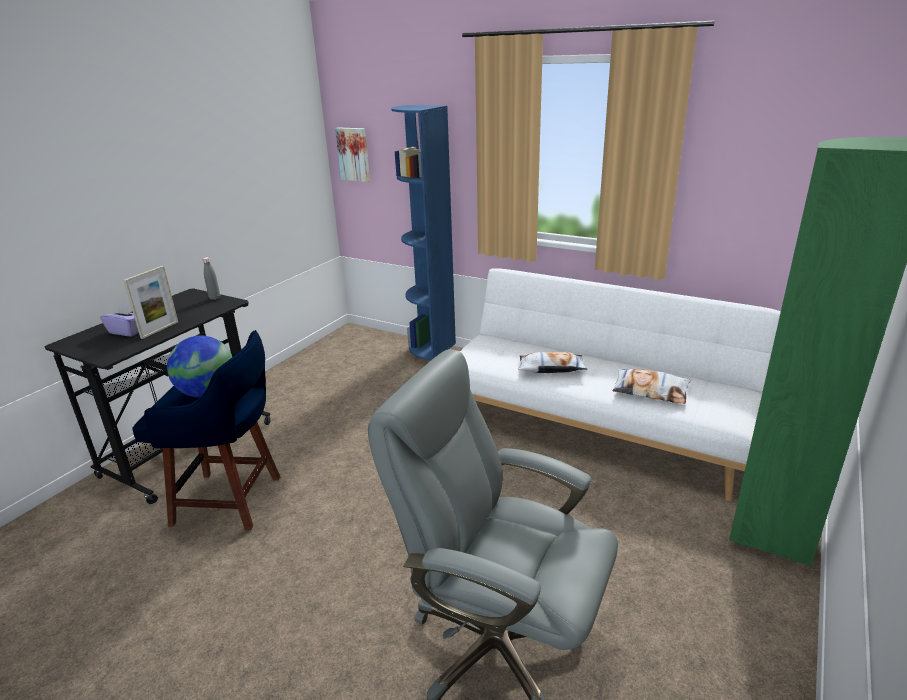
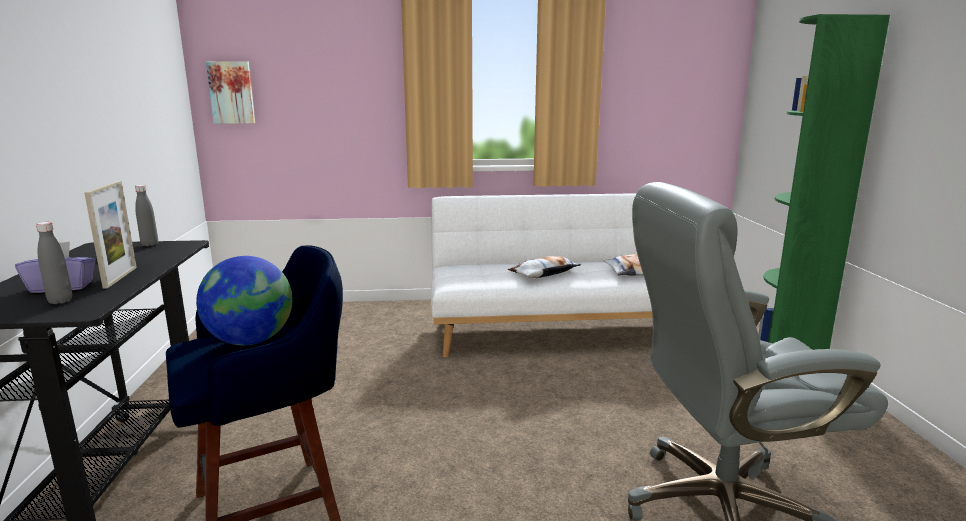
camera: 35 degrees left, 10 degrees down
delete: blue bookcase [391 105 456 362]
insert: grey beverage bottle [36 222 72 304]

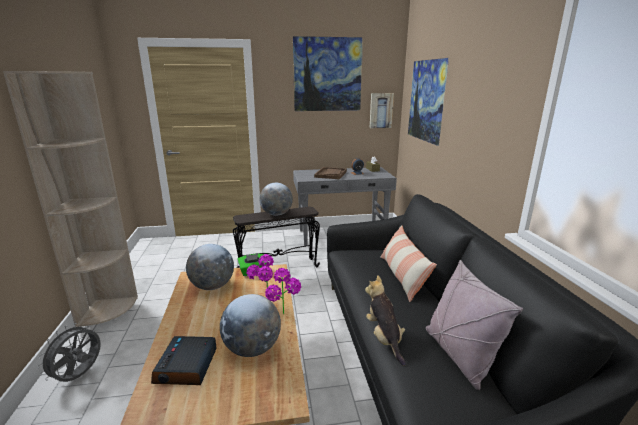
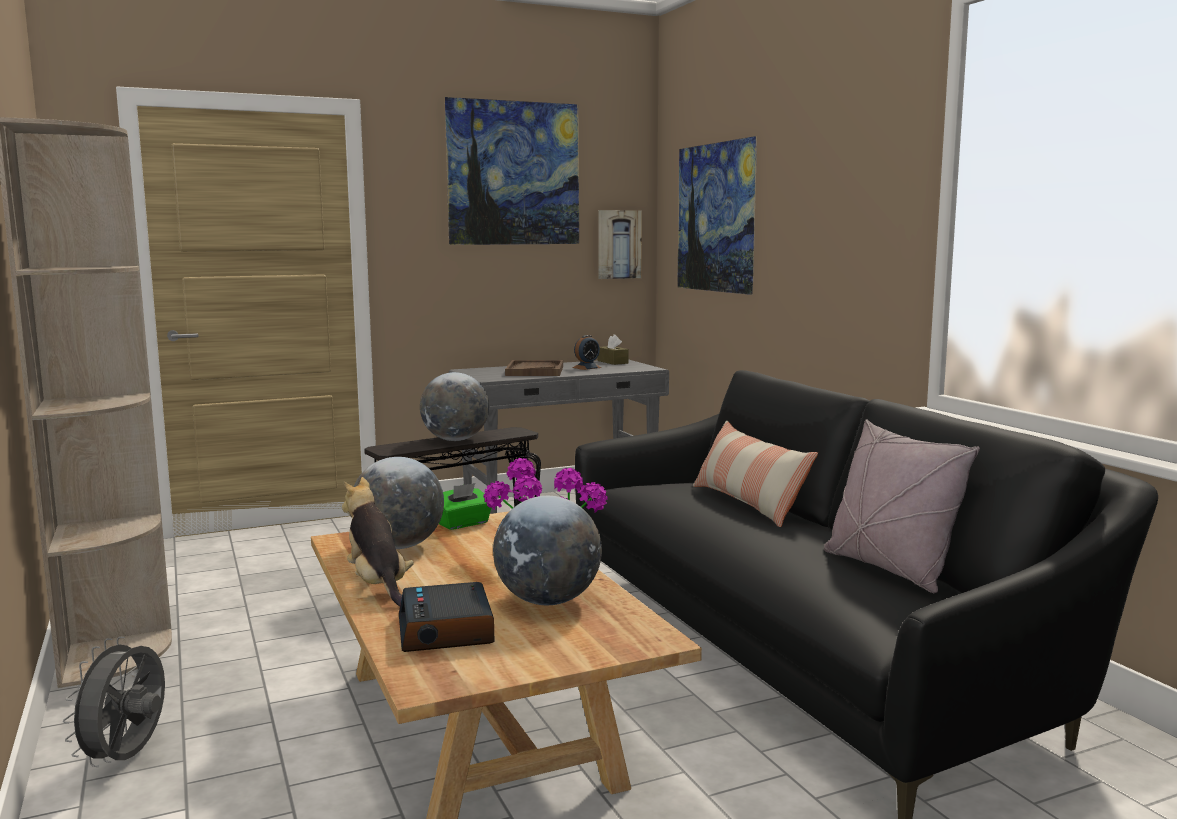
camera: 15 degrees left, 10 degrees down
move: soft toy [365 275 406 366] to [342 477 414 607]

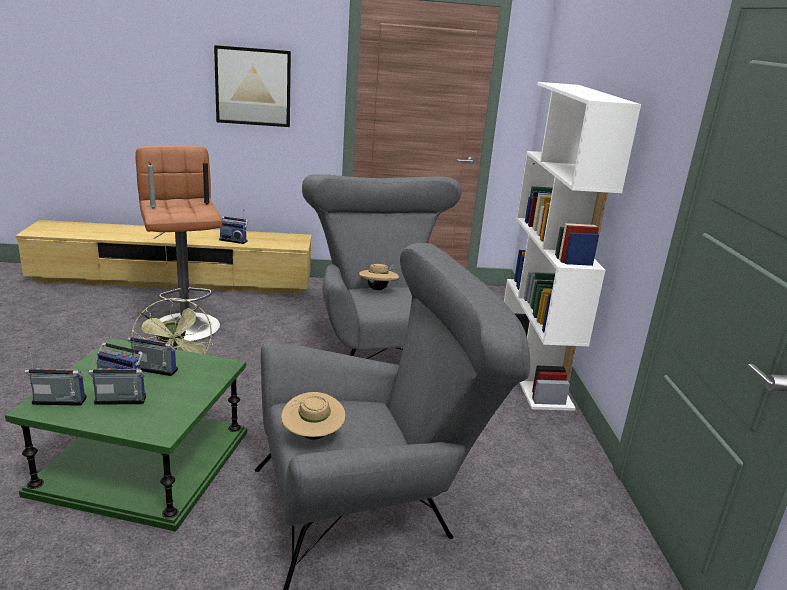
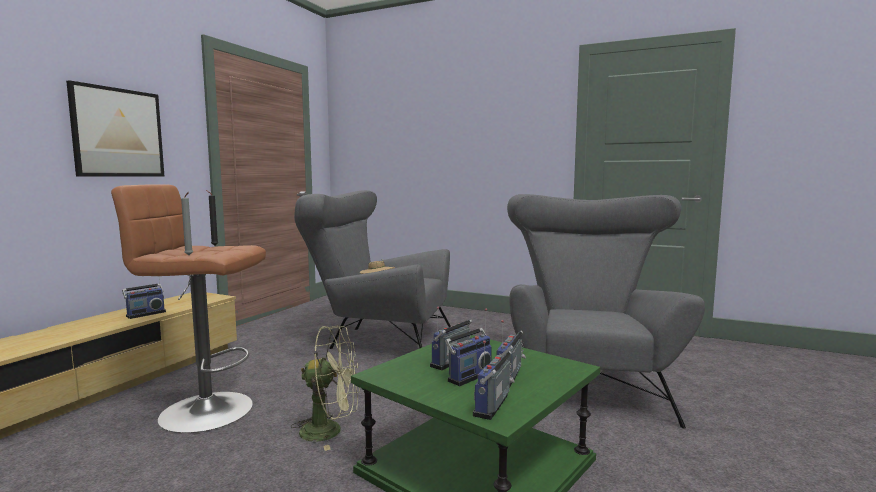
camera: 60 degrees left, 15 degrees down
delete: white-coloured bookcase [504 82 641 411]; sand-coloured wearable hat [281 392 346 440]

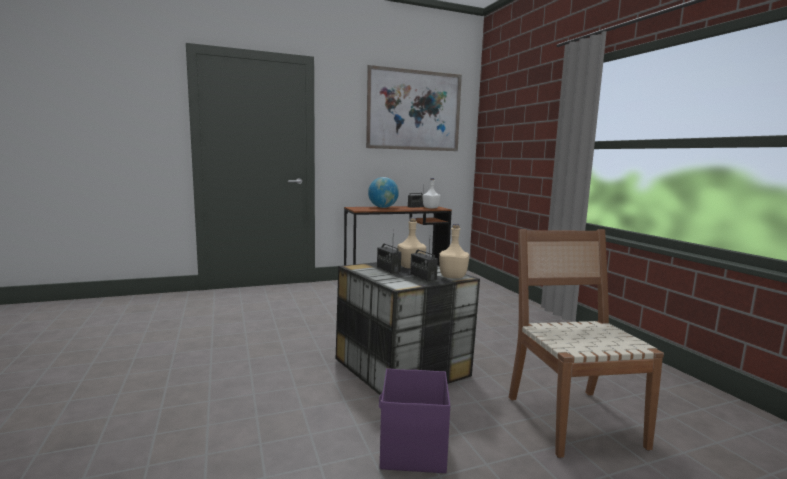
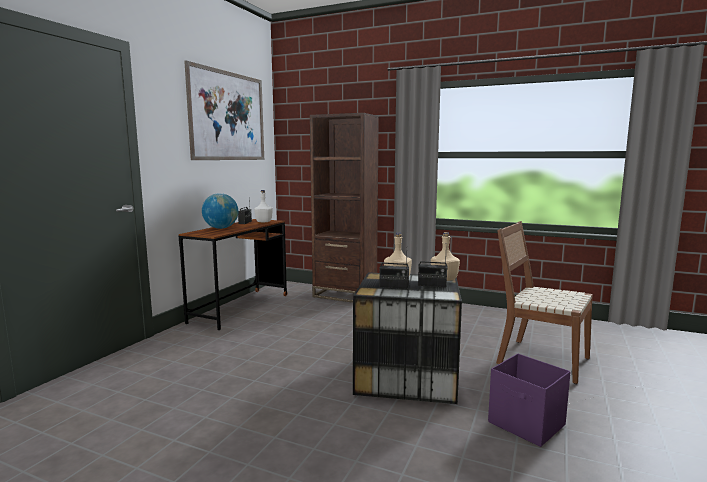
camera: 45 degrees left, 0 degrees up
insert: brownish bookcase [310 113 379 303]

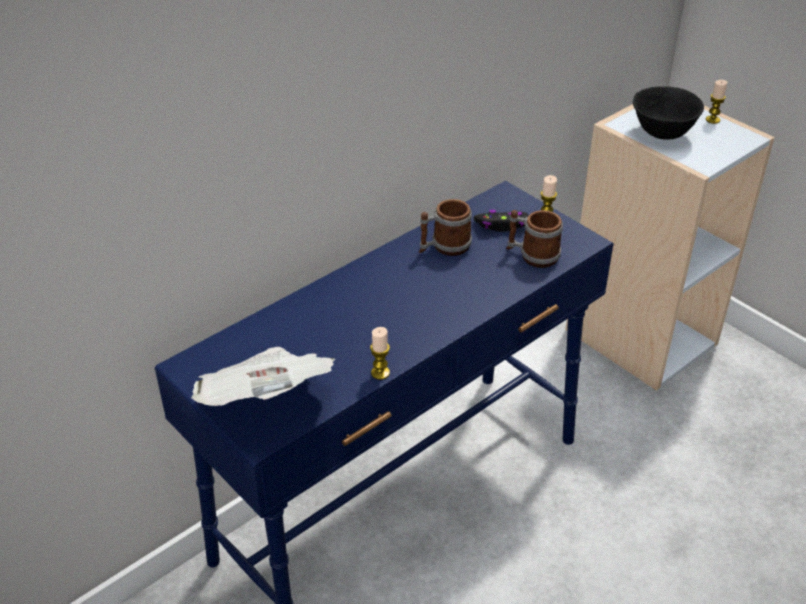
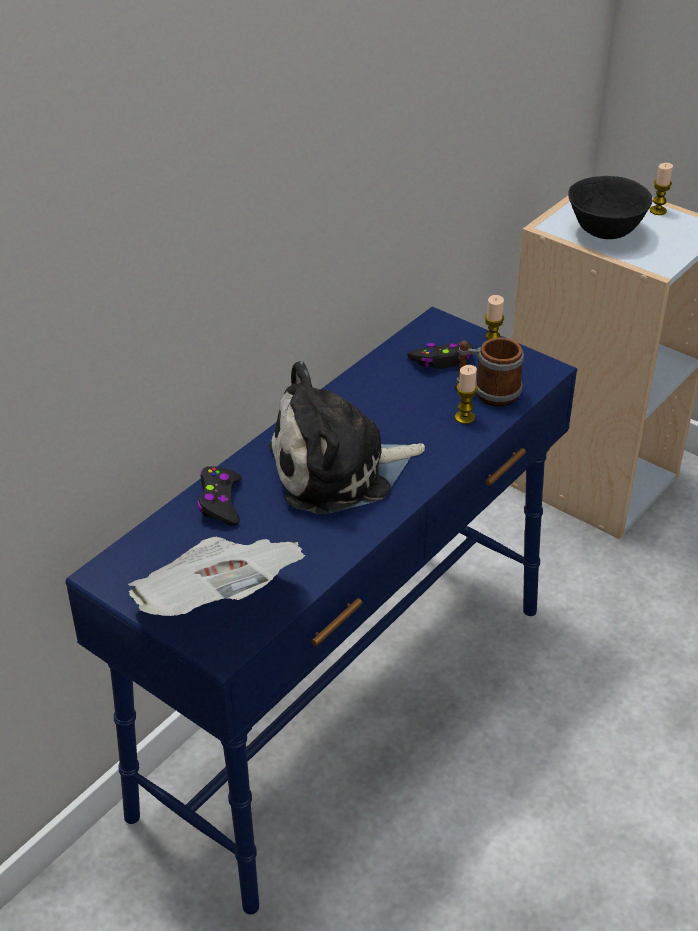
camera: 10 degrees left, 0 degrees up
delete: tea mug [419 199 472 256]
insert: soft toy [269 361 425 514]; black-coloured gamepad [197 466 242 526]
move: wax light [370 327 390 380] to [455 365 478 424]

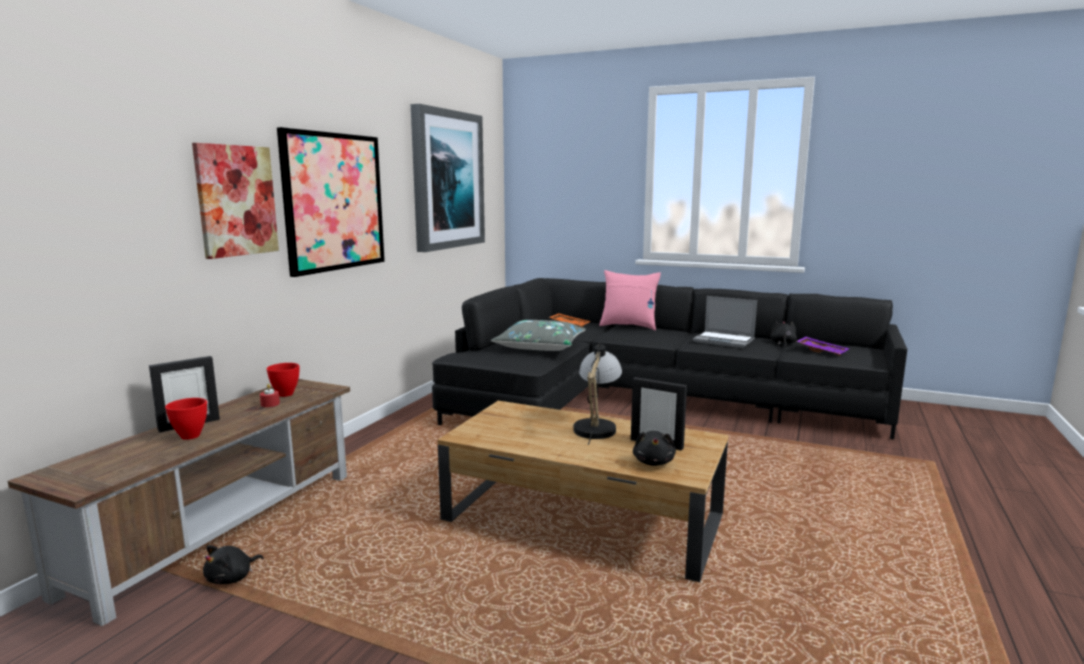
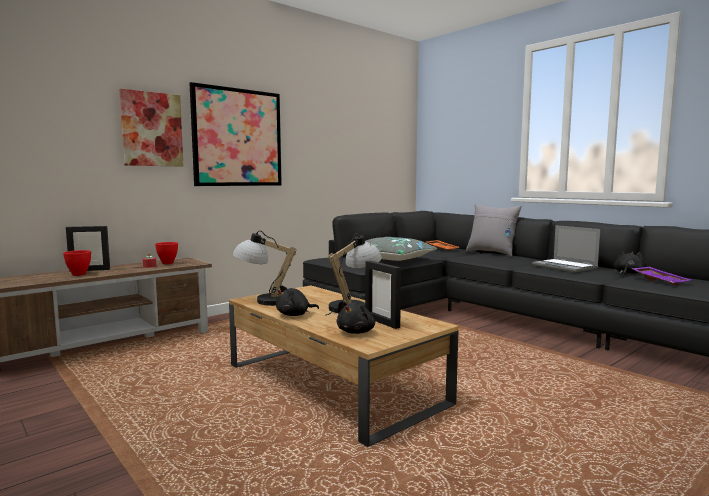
camera: 25 degrees right, 5 degrees down
delete: wall picture [411 104 485 252]
insert: tabletop lamp [233 230 297 306]
move: black-coloured soft toy [203 545 263 584] to [276 285 319 316]
recolor: pink pillow [599 270 661 331] to grey pillow [466 204 521 257]

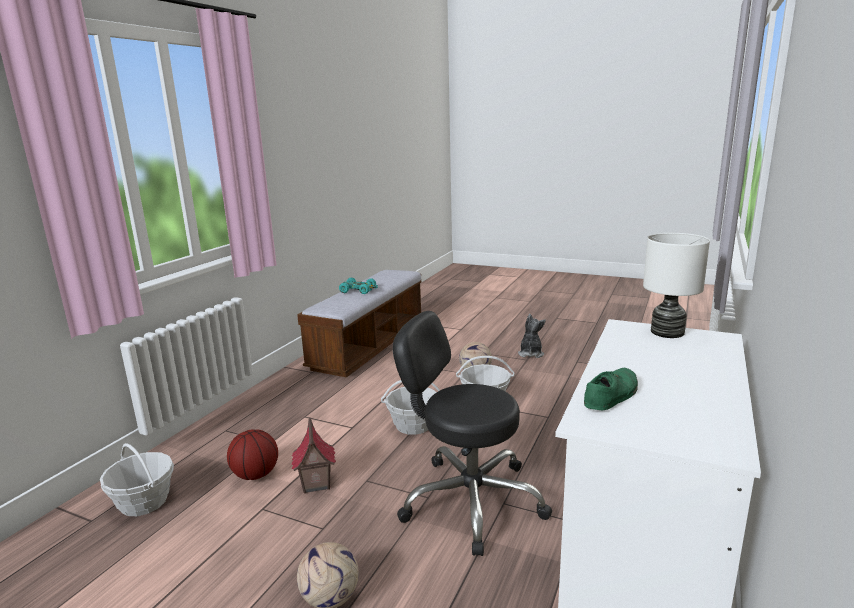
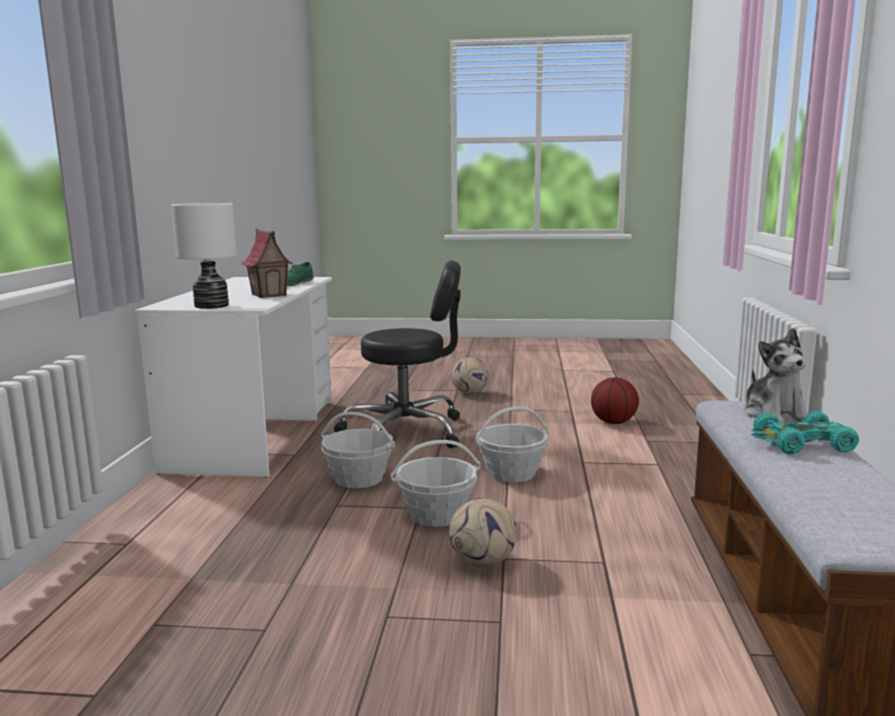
camera: 160 degrees right, 5 degrees down
move: soft toy [518 314 546 358] to [743 328 807 424]; toy house [291 417 336 494] to [241 229 293 298]; household basket [100 443 174 516] to [321 412 395 488]

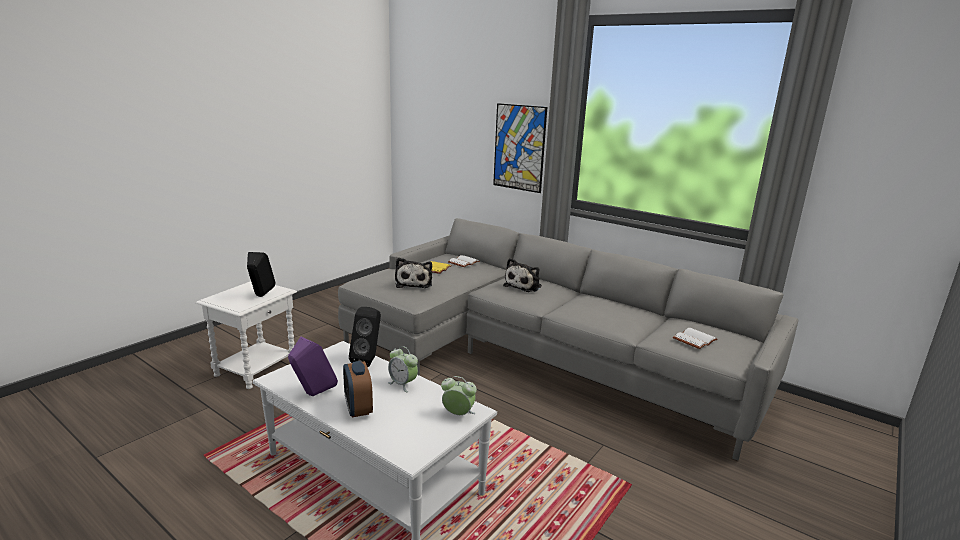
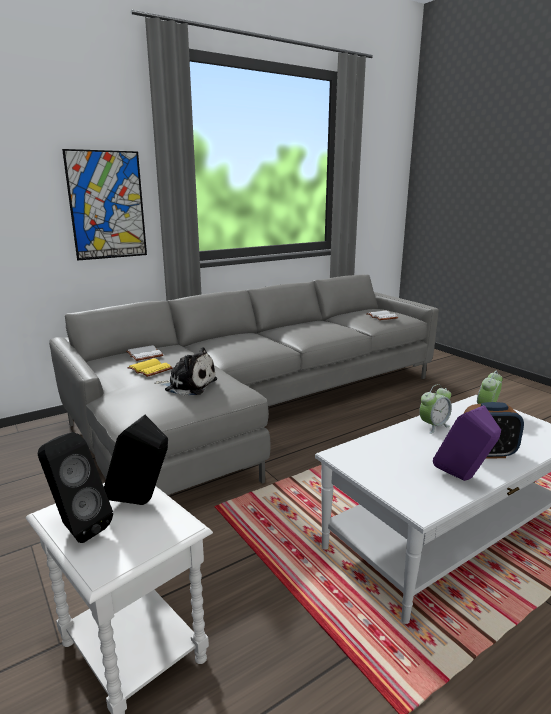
camera: 70 degrees left, 0 degrees up
delete: soft toy [503 258 542 292]
move: black-coloured loudspeaker [349 307 381 367] to [38 432 113 543]

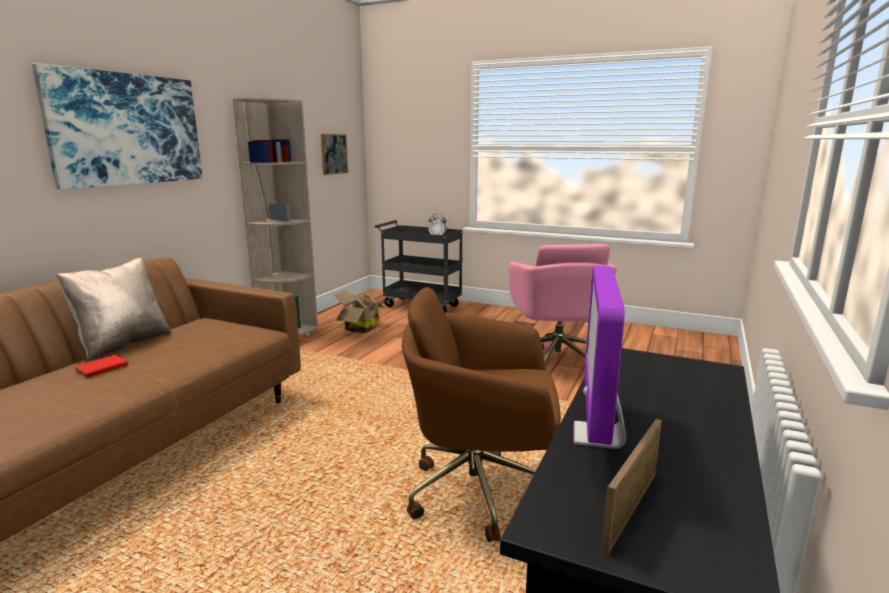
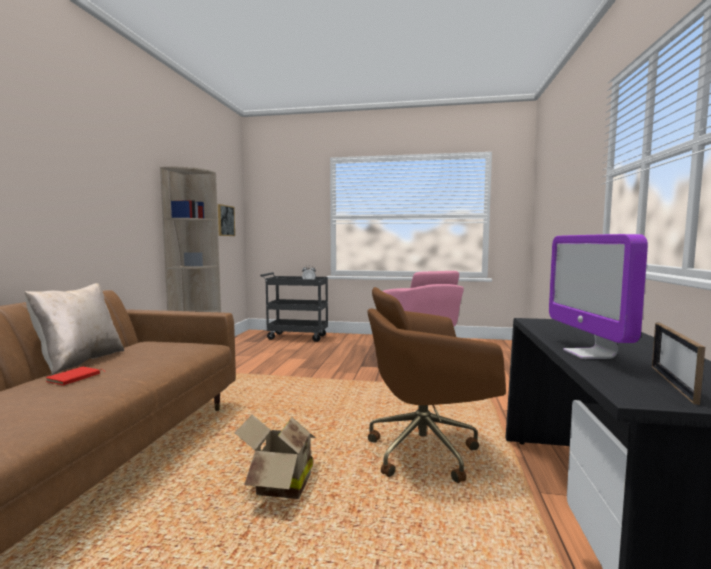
camera: 15 degrees left, 10 degrees down
delete: wall picture [32 63 202 190]
move: packing box [334 290 385 333] to [235 415 316 499]

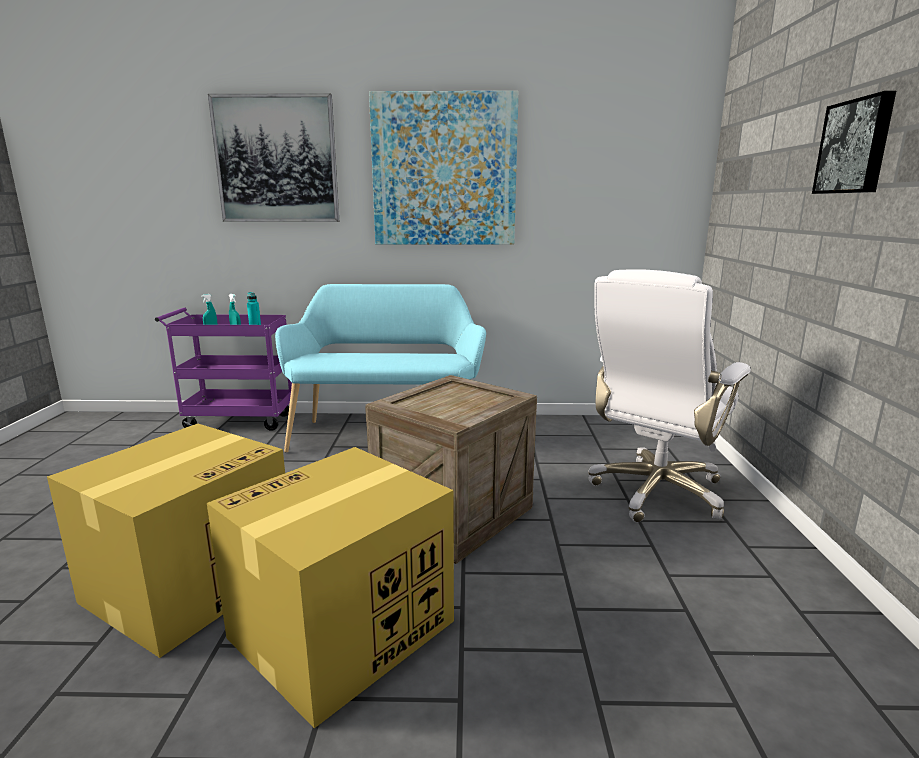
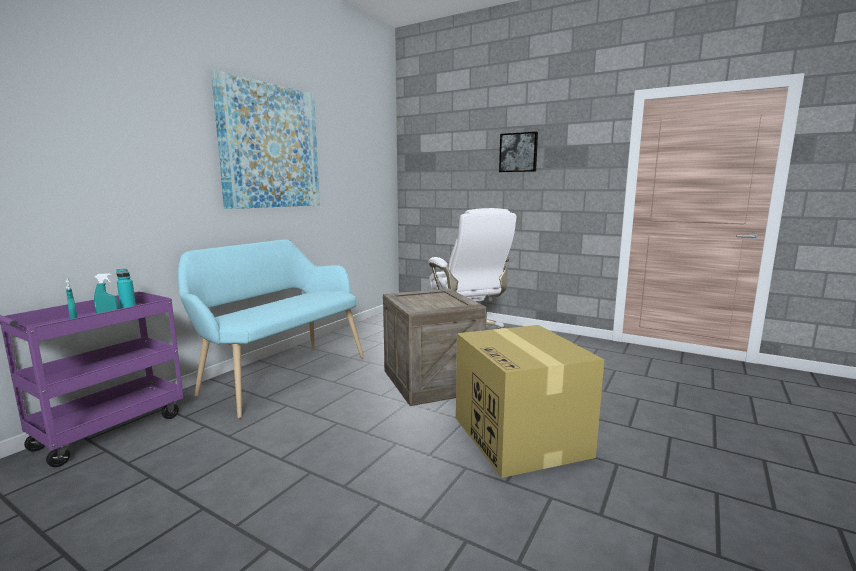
camera: 60 degrees left, 5 degrees down
delete: wall picture [208 93 339 222]; packing box [47 424 285 658]

